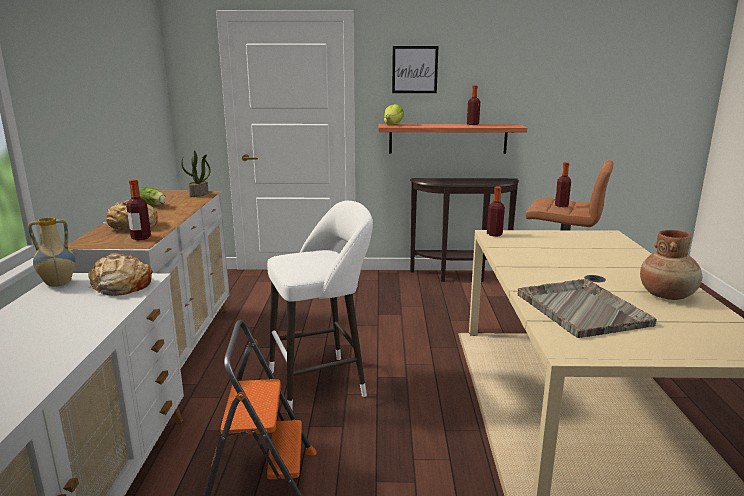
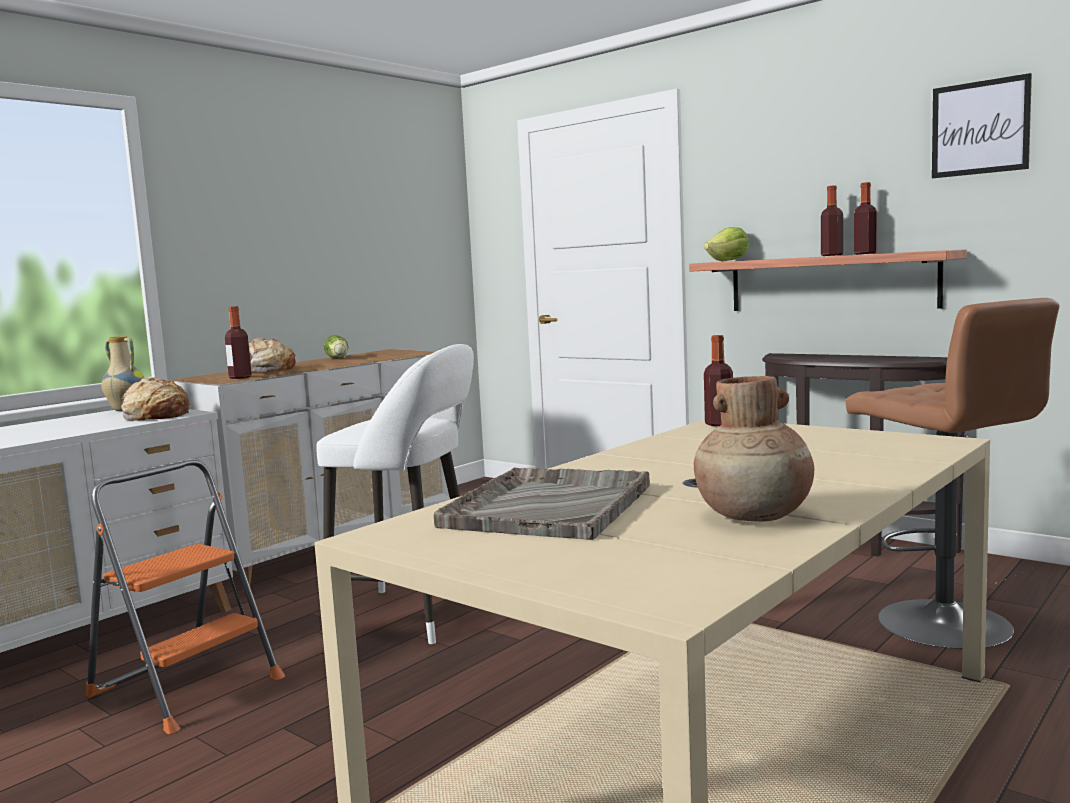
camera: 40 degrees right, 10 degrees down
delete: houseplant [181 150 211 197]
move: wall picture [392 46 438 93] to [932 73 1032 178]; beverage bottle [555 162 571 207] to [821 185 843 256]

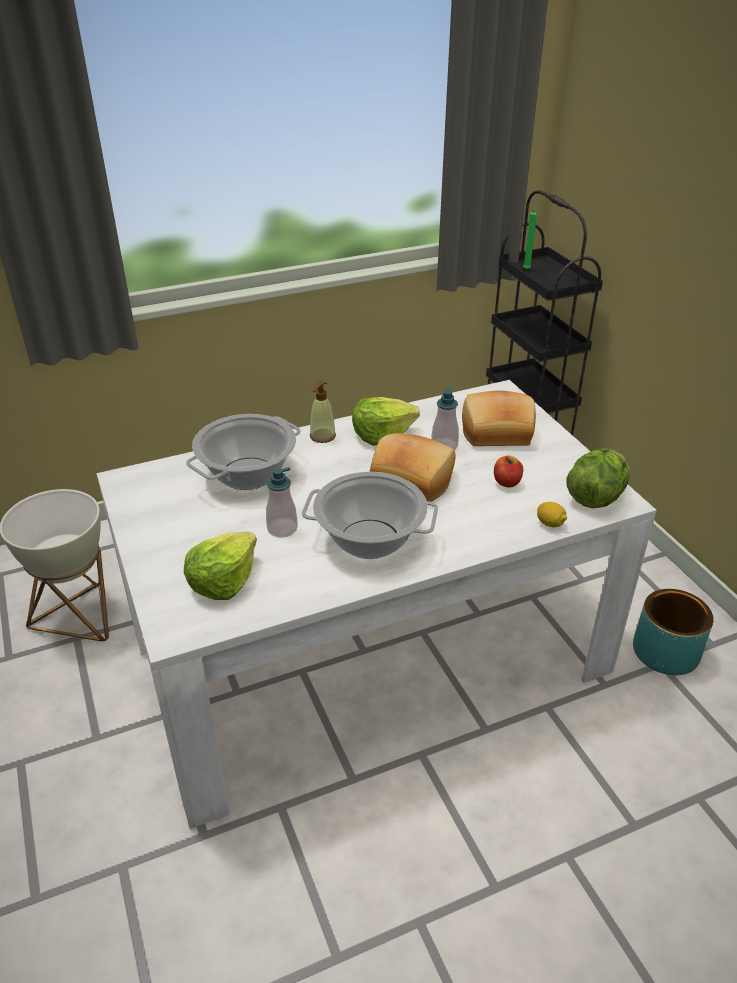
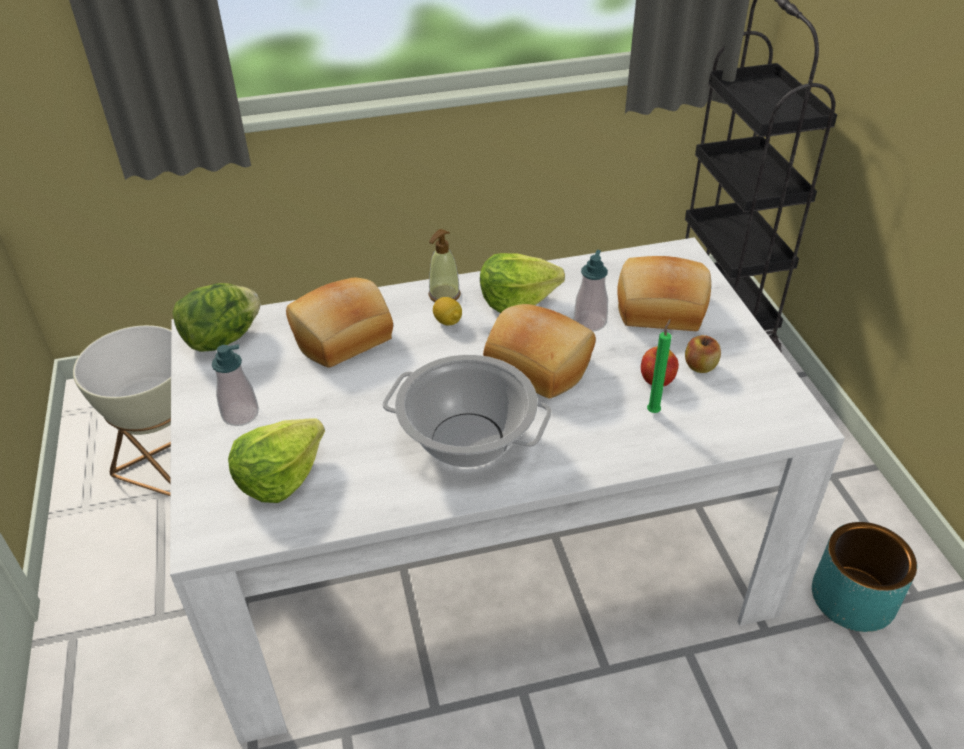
camera: 10 degrees right, 5 degrees up
insert: apple [685 335 721 373]
move: green wax light [523 205 537 270] to [647 319 671 413]; head of lettuce [566 448 630 509] to [172 283 261 352]; soap dispenser [266 467 298 538] to [212 344 259 426]; whole lemon [537 502 567 527] to [433 297 462 326]
replace: stockpot [186 414 301 490] to bread [286 278 393 367]

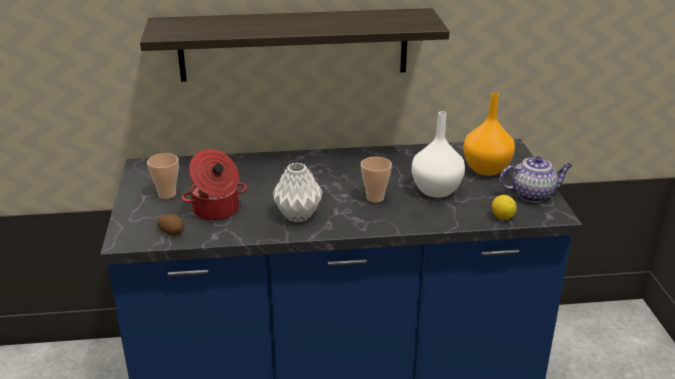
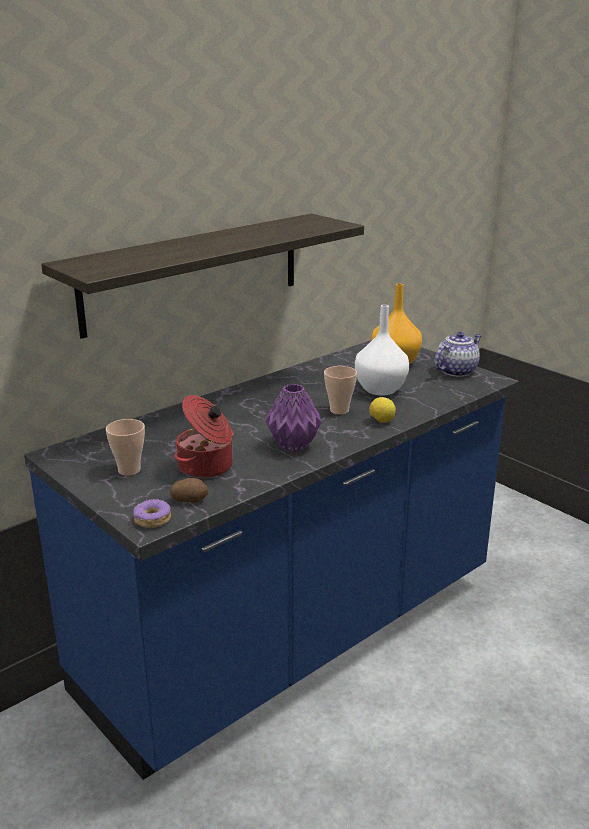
camera: 35 degrees left, 5 degrees down
insert: ring doughnut [133 499 171 528]
move: whole lemon [492 195 517 220] to [369 397 396 423]
recolor: white-coloured vase [273 163 323 222] to purplish vase [265 384 322 452]

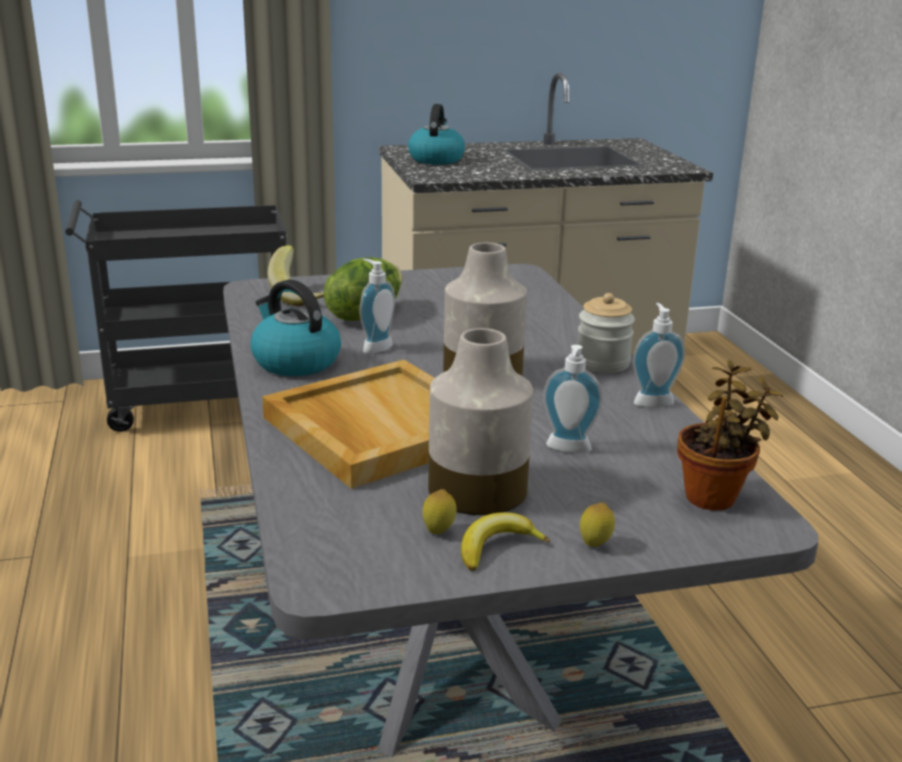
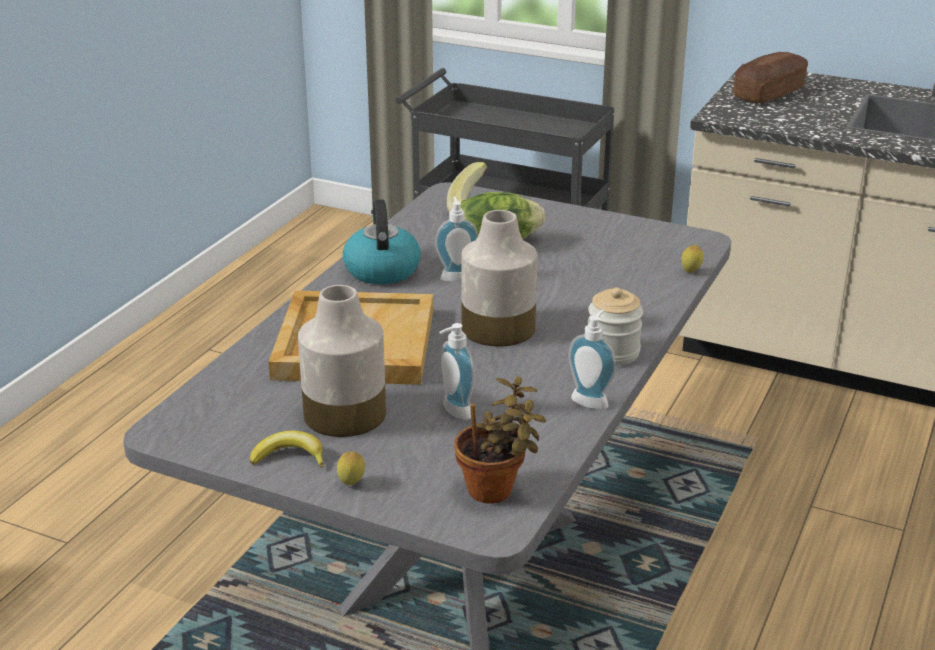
camera: 40 degrees right, 5 degrees up
move: whole lemon [423 489 456 534] to [681 245 704 272]
replace: tea kettle [408 104 465 164] to bread [733 52 808 103]

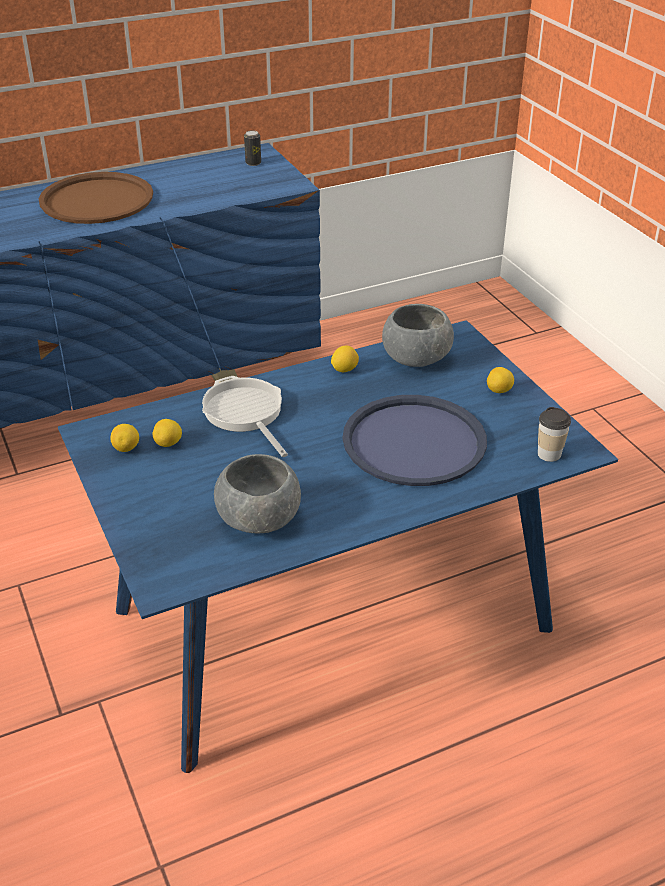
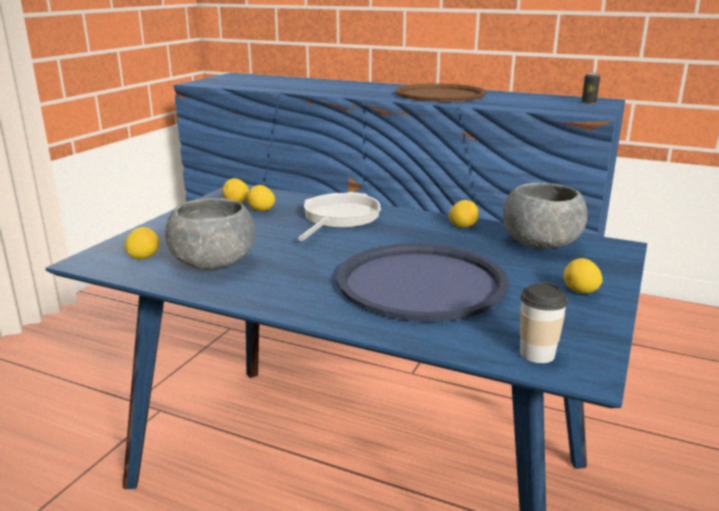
camera: 50 degrees right, 15 degrees down
insert: whole lemon [125 227 159 259]

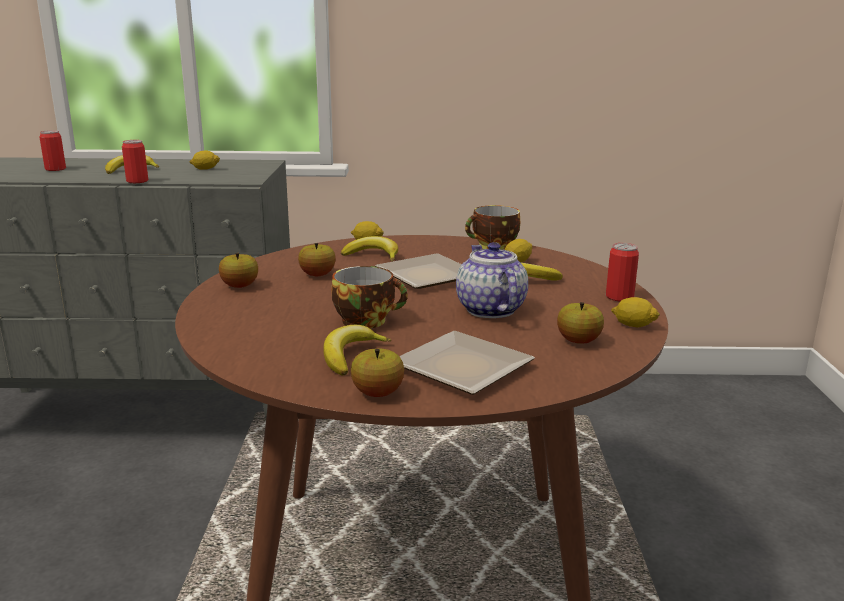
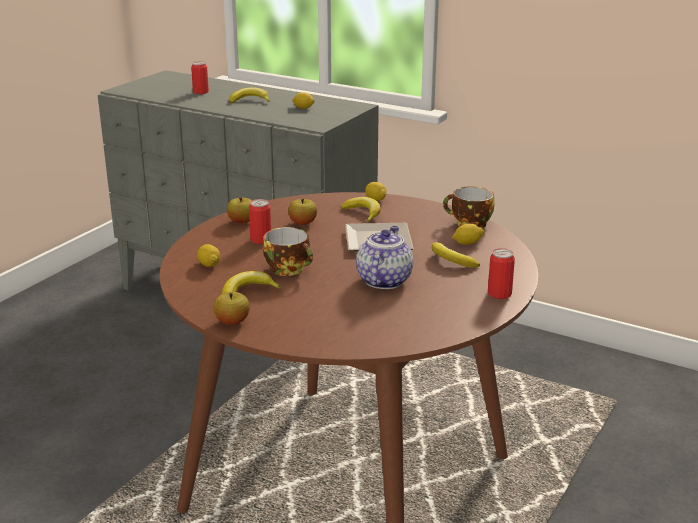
camera: 30 degrees right, 5 degrees up
delete: apple [557 302 604 344]; flat dish [400 331 535 395]
move: can [122 140 148 183] to [249 199 271 244]; whole lemon [611 297 660 327] to [197 244 220 267]

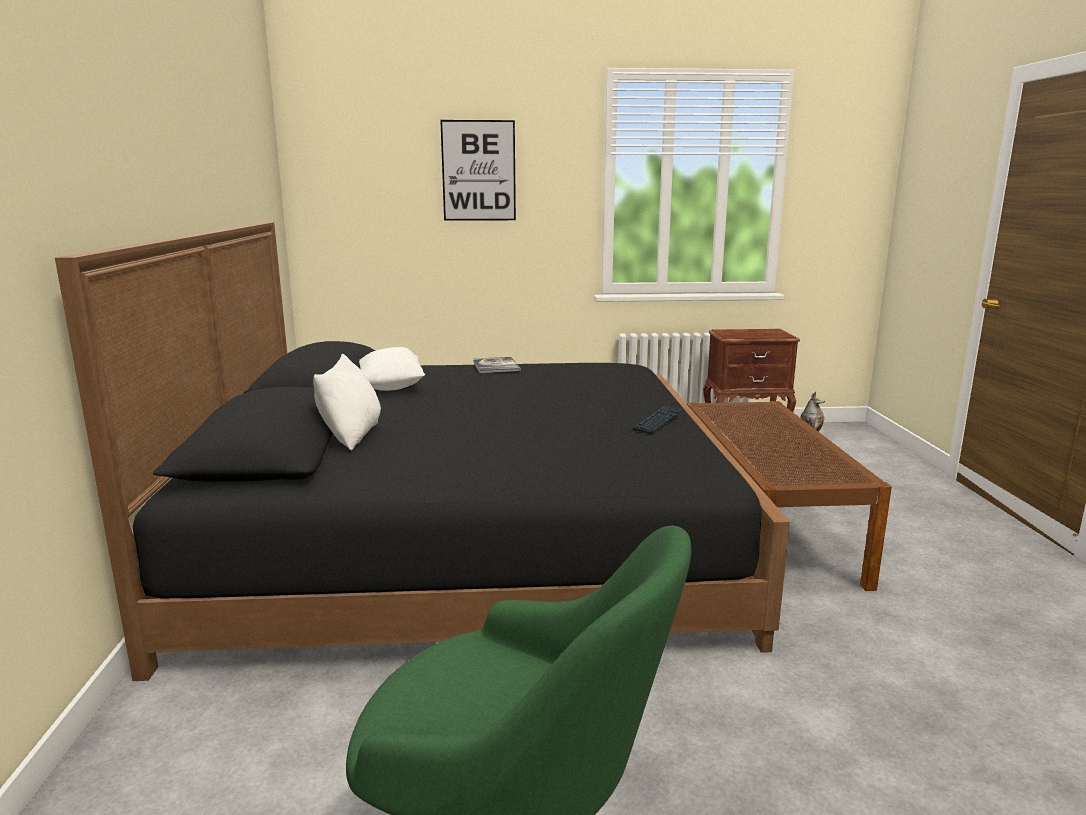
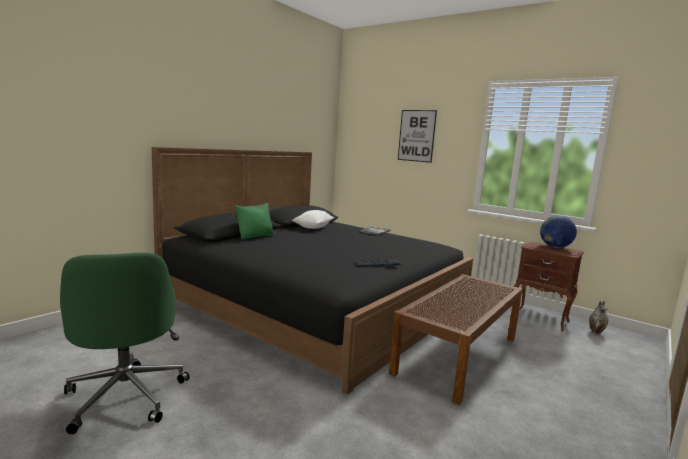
camera: 40 degrees right, 5 degrees down
insert: globe [540 215 577 248]
recolor: white-coloured pillow [313 354 381 451] to green pillow [235 203 274 240]

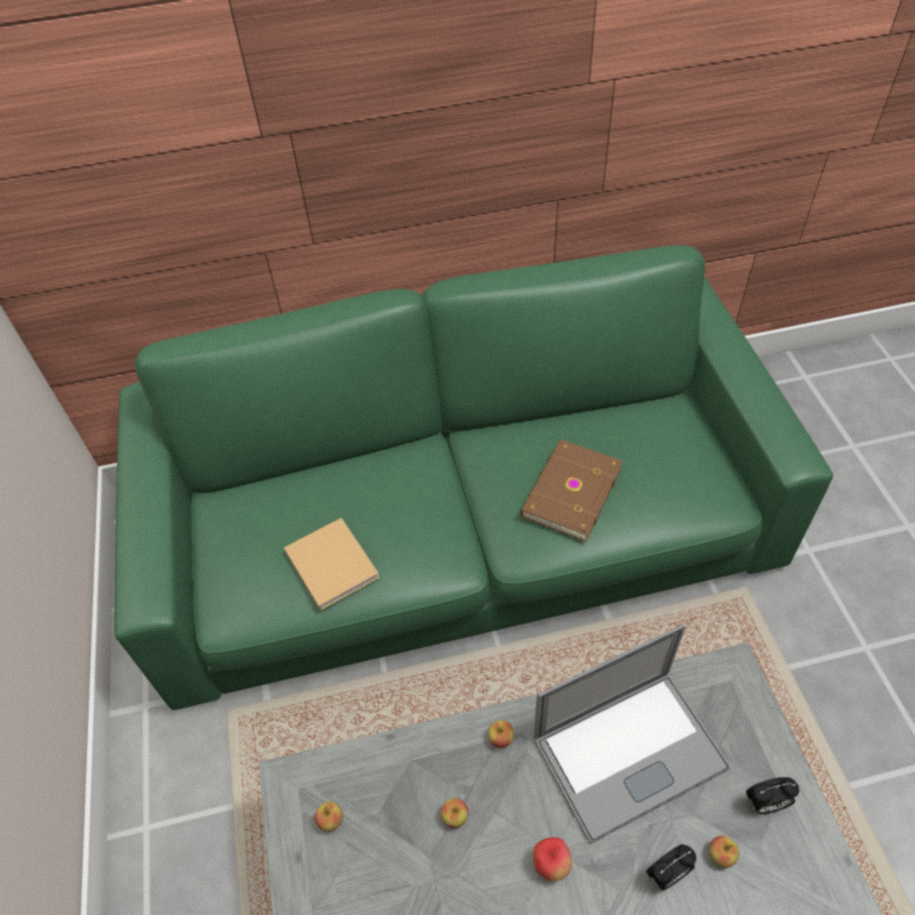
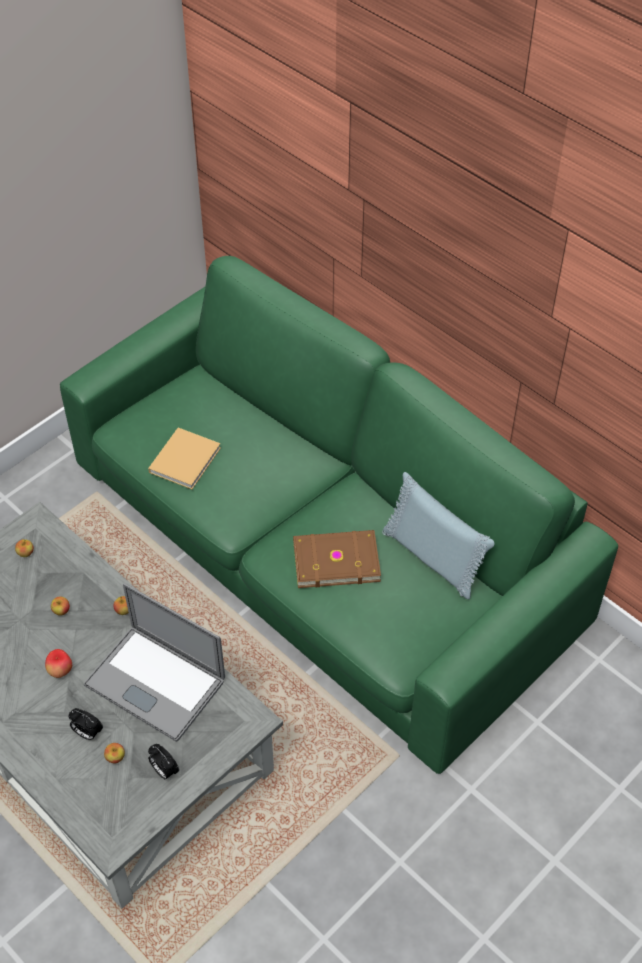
camera: 55 degrees right, 0 degrees up
insert: blue pillow [382 472 495 599]

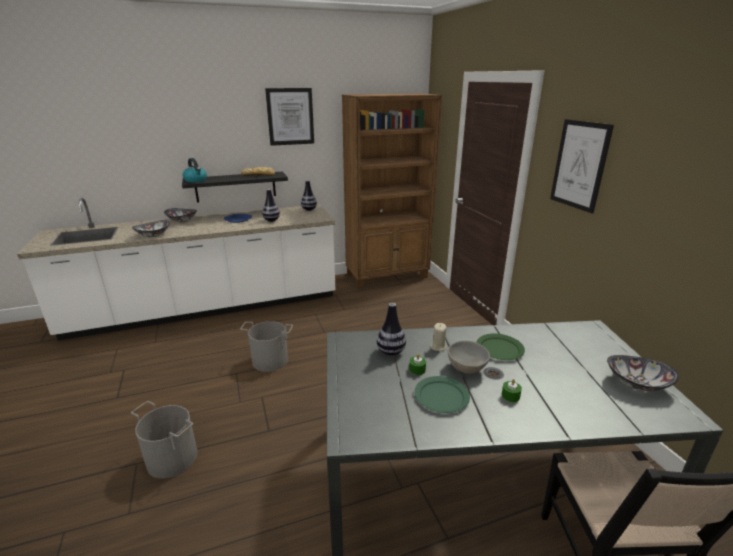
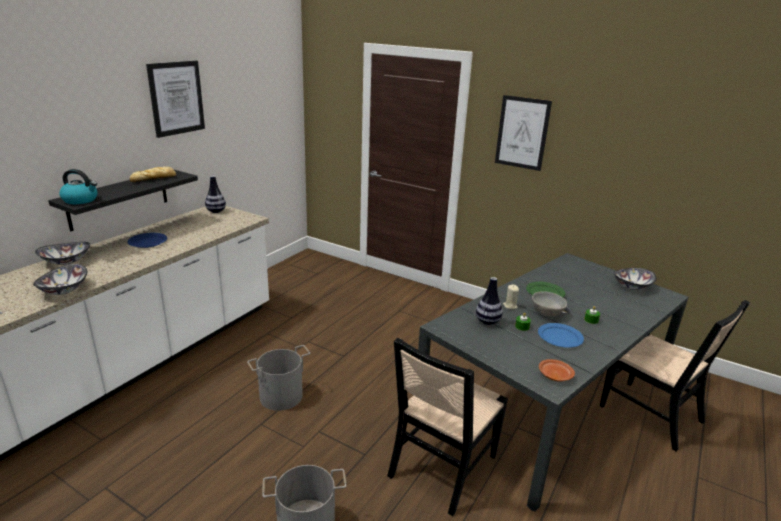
camera: 40 degrees left, 0 degrees up
delete: brownish bookcase [342 93 442 289]; vase [262 189 280 222]
insert: plain chair [387 338 508 516]; brownish flat dish [539 359 575 381]
recolor: green flat dish [414 376 470 413] to blue flat dish [538 323 584 348]

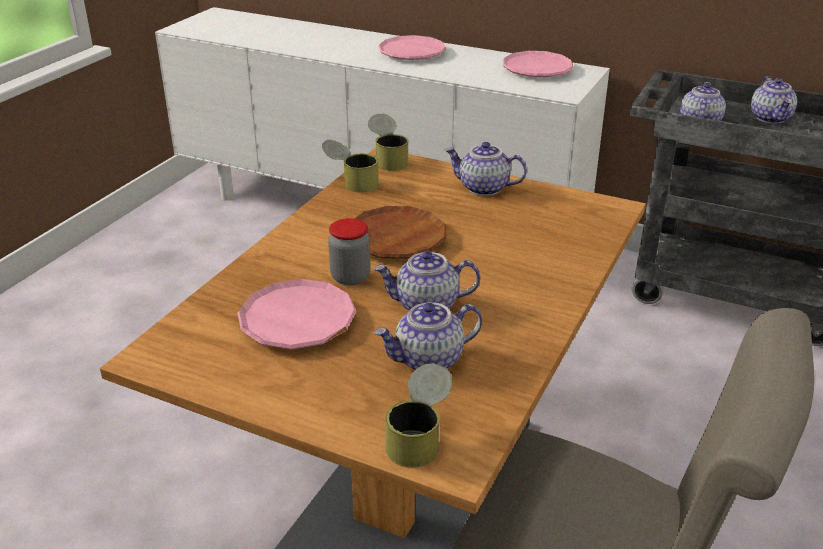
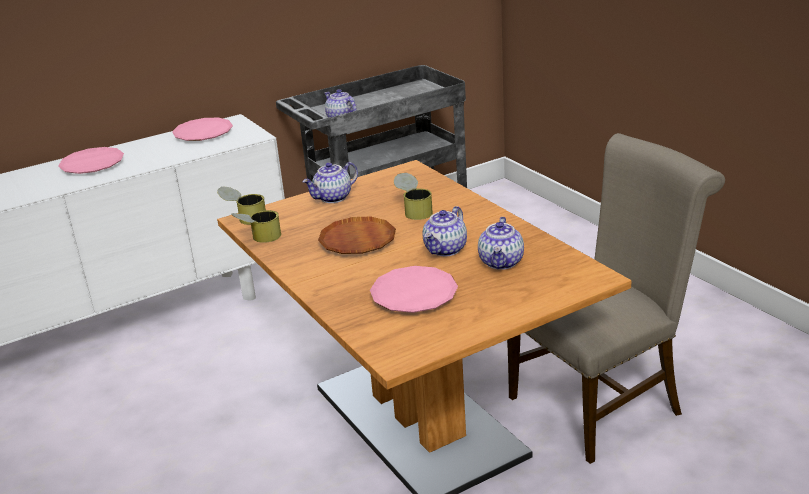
camera: 55 degrees left, 5 degrees down
delete: tea pot [751 76 797 123]; jar [328 218 370 285]
move: can [385 363 452 468] to [394 173 433 220]

